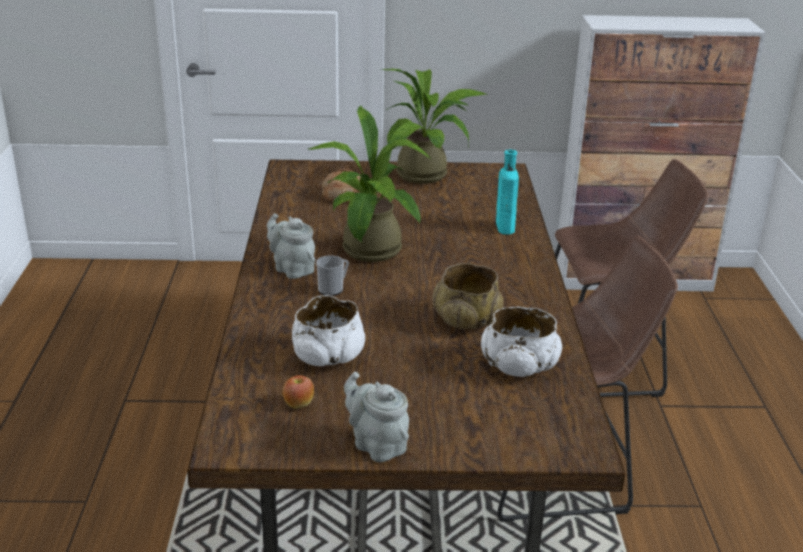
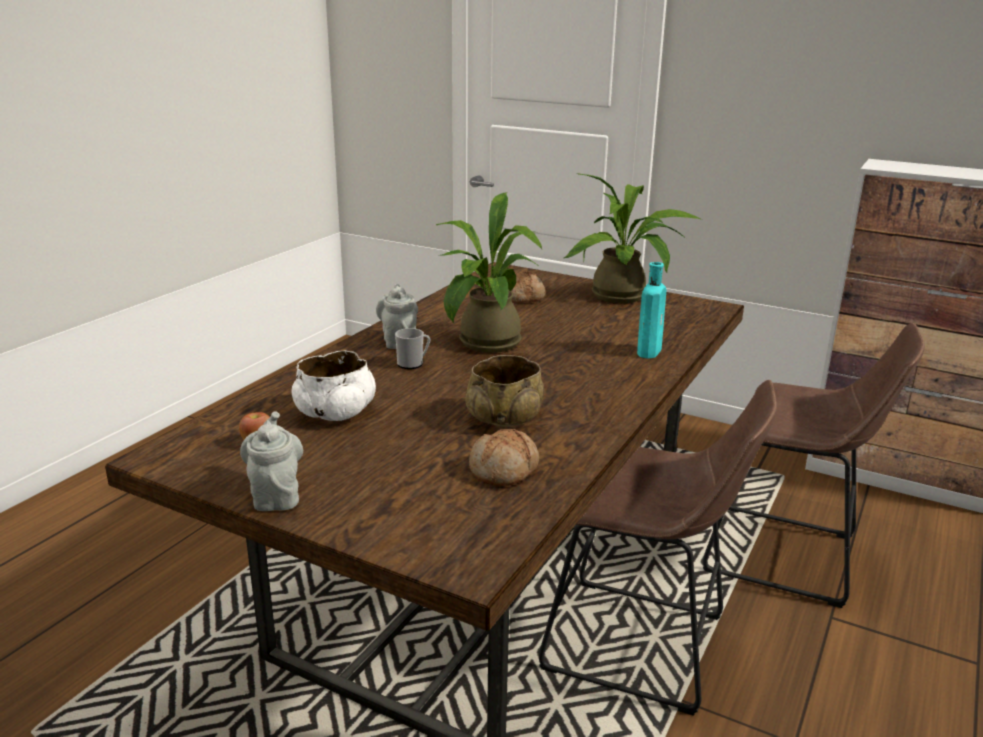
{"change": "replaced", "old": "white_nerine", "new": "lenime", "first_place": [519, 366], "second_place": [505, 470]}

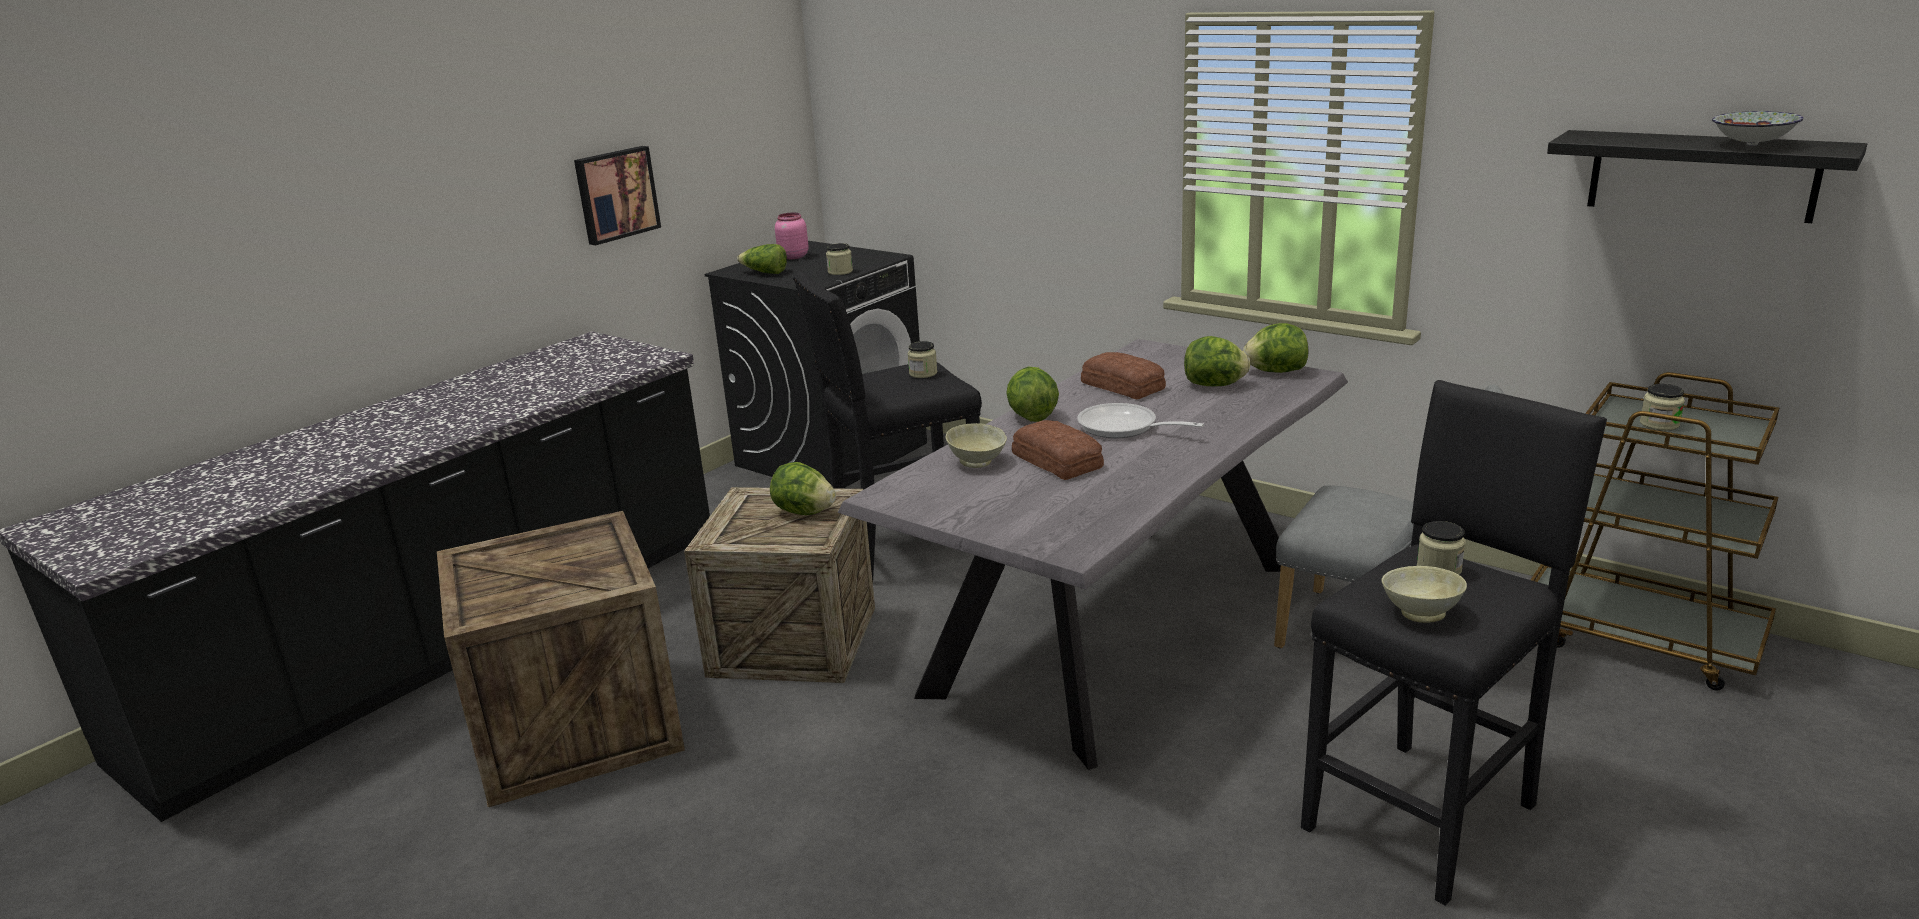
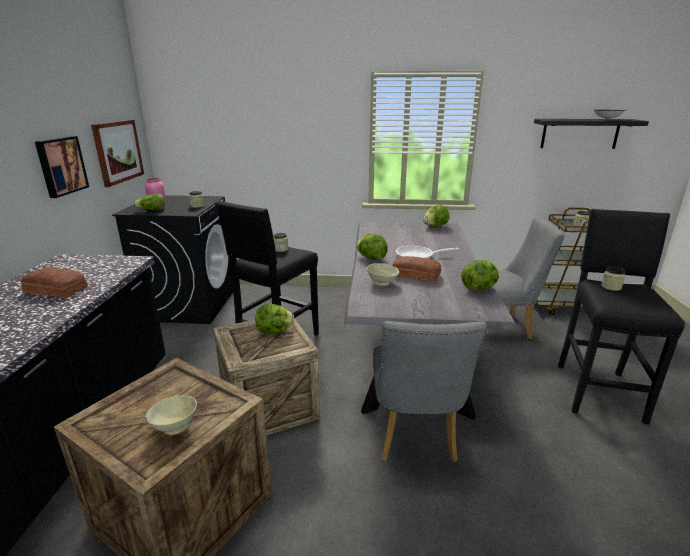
{"change": "added", "new": "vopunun", "second_place": [118, 151]}
{"change": "added", "new": "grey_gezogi", "second_place": [414, 436]}
{"change": "moved", "old": "lenime", "first_place": [1123, 385], "second_place": [56, 289]}
{"change": "moved", "old": "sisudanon", "first_place": [1215, 385], "second_place": [479, 288]}
{"change": "moved", "old": "beige_nerine", "first_place": [1421, 613], "second_place": [175, 426]}

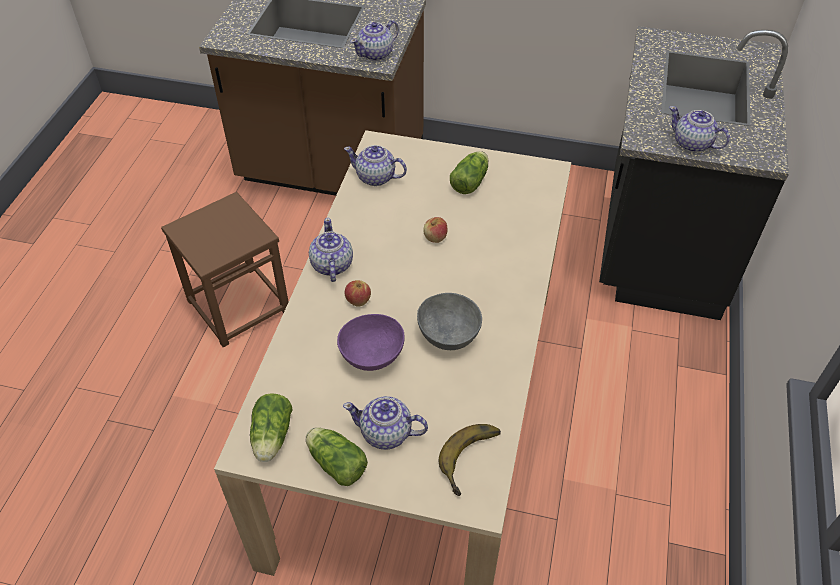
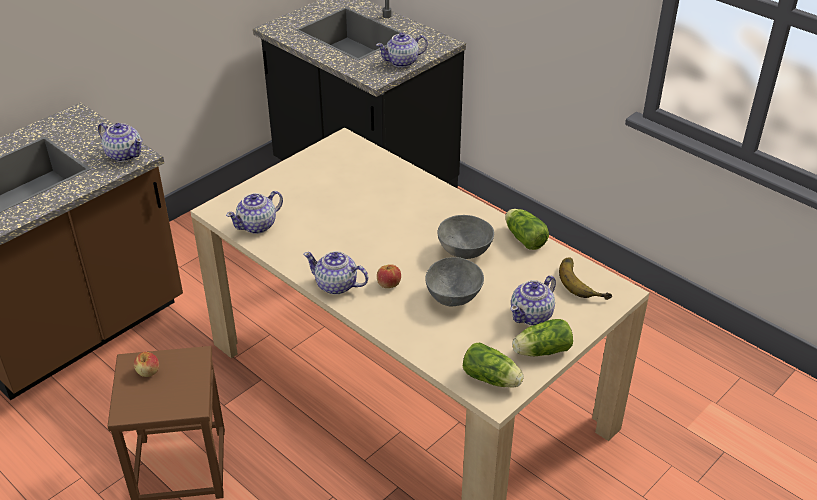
{"change": "moved", "old": "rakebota", "first_place": [435, 237], "second_place": [148, 372]}
{"change": "moved", "old": "sisudanon", "first_place": [471, 181], "second_place": [523, 237]}
{"change": "recoloured", "old": "purple_nerine", "new": "grey_nerine", "first_place": [373, 357], "second_place": [454, 296]}
{"change": "turned", "old": "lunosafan", "first_place": [376, 54], "second_place": [124, 154], "degrees": -45}

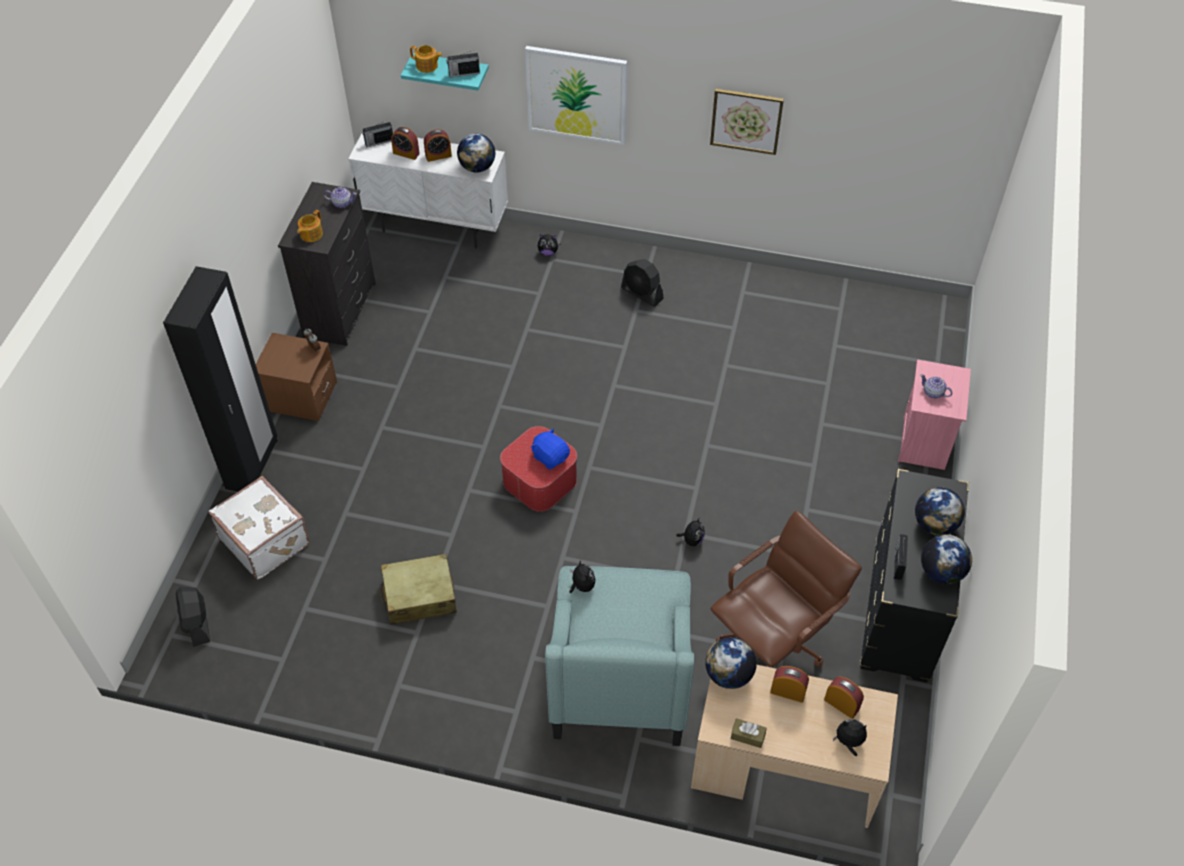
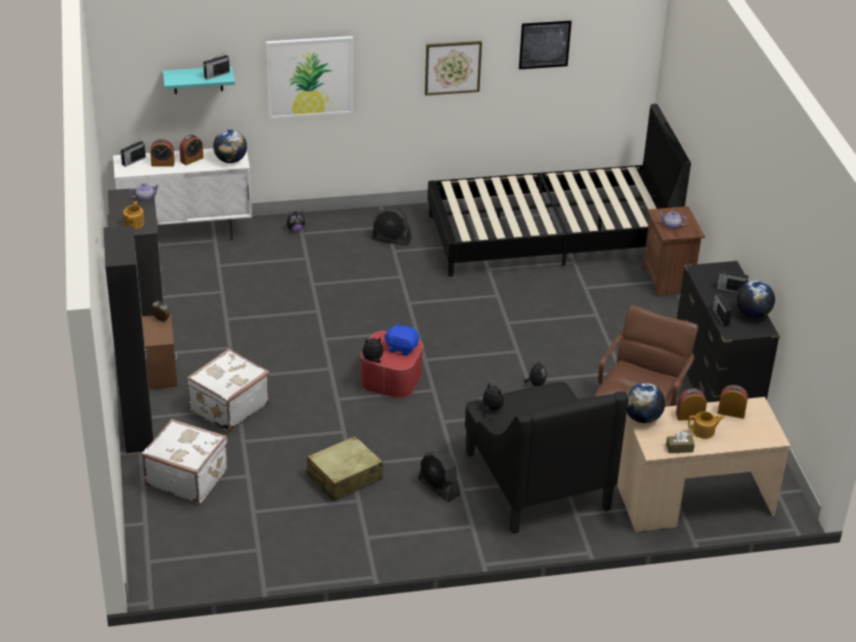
{"change": "added", "new": "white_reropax", "second_place": [228, 407]}
{"change": "added", "new": "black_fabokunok", "second_place": [550, 236]}
{"change": "added", "new": "vopunun", "second_place": [544, 44]}
{"change": "moved", "old": "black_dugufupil", "first_place": [197, 623], "second_place": [439, 487]}
{"change": "moved", "old": "lunosafan", "first_place": [427, 66], "second_place": [704, 431]}
{"change": "moved", "old": "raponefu", "first_place": [849, 742], "second_place": [372, 360]}
{"change": "replaced", "old": "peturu", "new": "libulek", "first_place": [935, 524], "second_place": [730, 289]}
{"change": "recoloured", "old": "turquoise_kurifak", "new": "black_kurifak", "first_place": [620, 673], "second_place": [536, 479]}
{"change": "recoloured", "old": "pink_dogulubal", "new": "brown_dogulubal", "first_place": [925, 443], "second_place": [668, 281]}

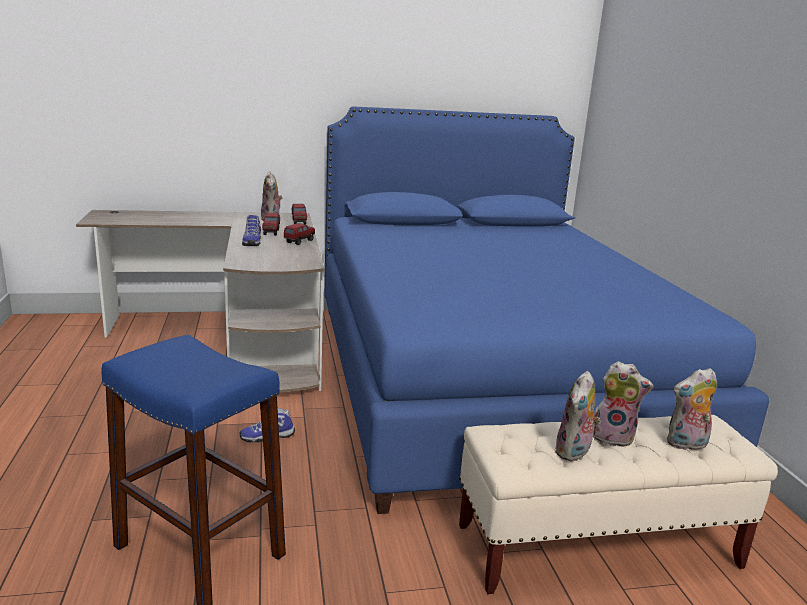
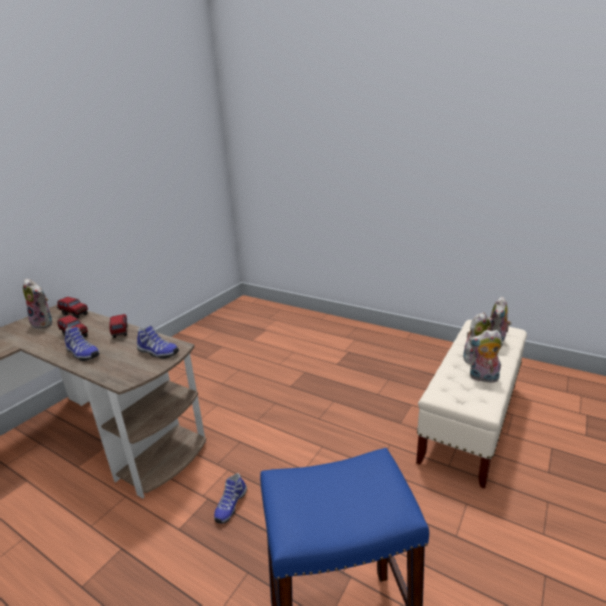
{"change": "removed", "old": "blue_fabokunok", "first_place": [485, 380]}
{"change": "added", "new": "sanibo", "second_place": [157, 352]}
{"change": "turned", "old": "raponefu", "first_place": [574, 453], "second_place": [483, 378], "degrees": 120}

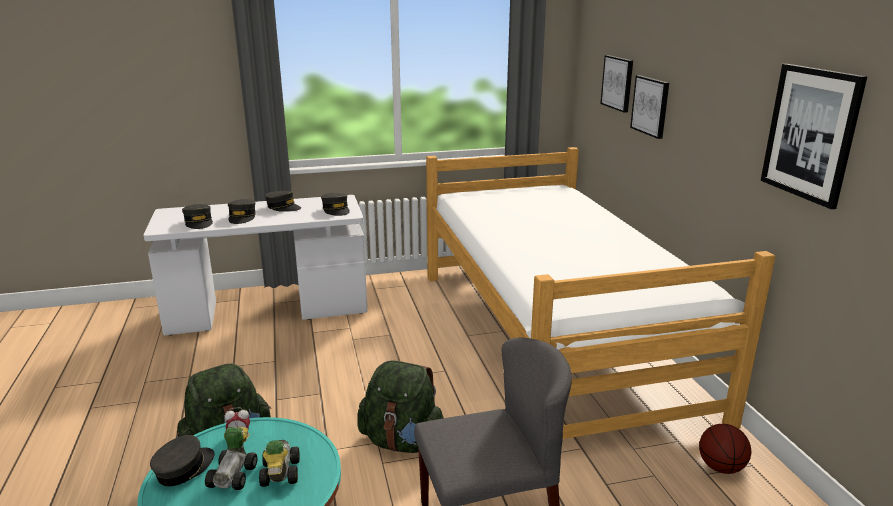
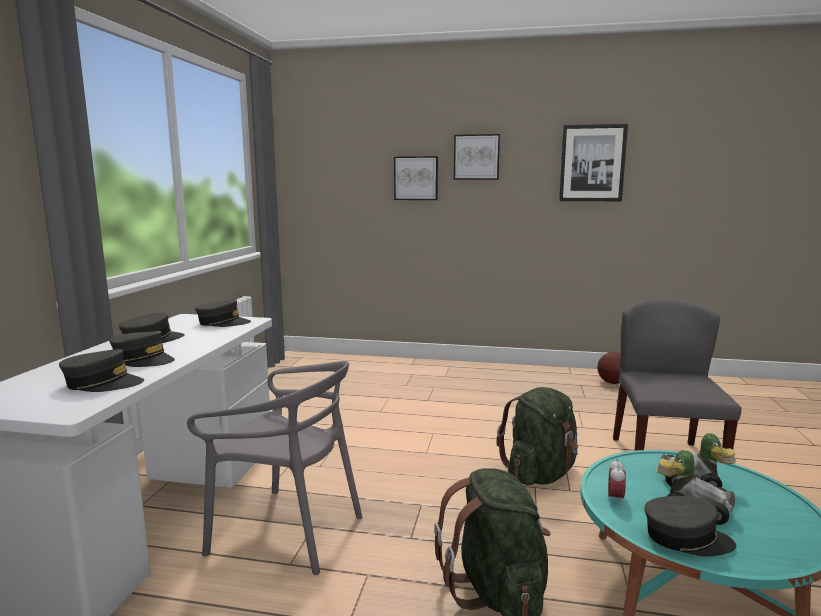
{"change": "removed", "old": "fabokunok", "first_place": [553, 337]}
{"change": "added", "new": "grey_gezogi", "second_place": [287, 531]}
{"change": "moved", "old": "vopunun", "first_place": [618, 83], "second_place": [476, 157]}
{"change": "turned", "old": "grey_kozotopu", "first_place": [184, 468], "second_place": [686, 538], "degrees": 135}

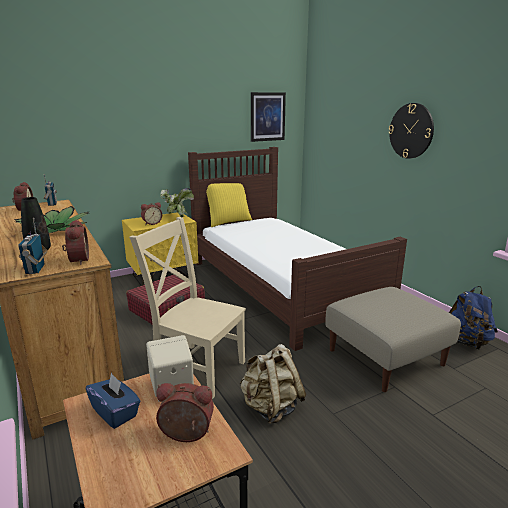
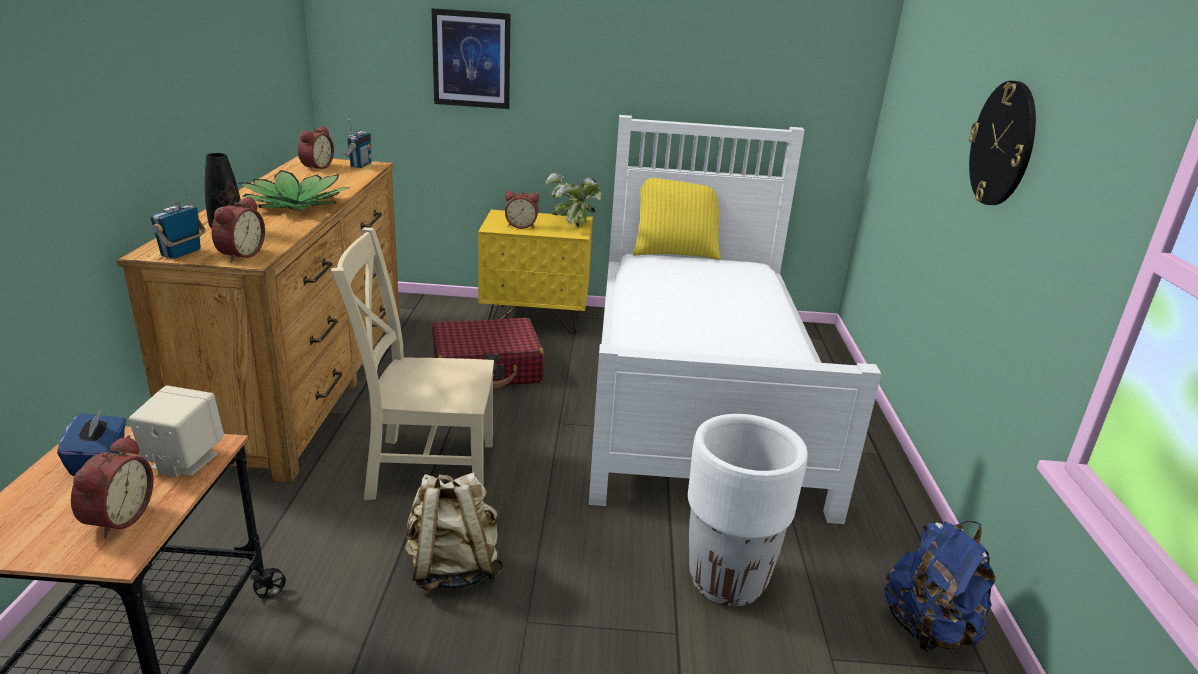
{"change": "moved", "old": "vopunun", "first_place": [267, 117], "second_place": [471, 59]}
{"change": "replaced", "old": "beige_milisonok", "new": "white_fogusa", "first_place": [385, 357], "second_place": [727, 581]}
{"change": "recoloured", "old": "brown_fabokunok", "new": "white_fabokunok", "first_place": [280, 285], "second_place": [698, 392]}
{"change": "turned", "old": "beige_gezogi", "first_place": [196, 368], "second_place": [425, 469], "degrees": -60}
{"change": "turned", "old": "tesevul", "first_place": [186, 435], "second_place": [116, 518], "degrees": 60}

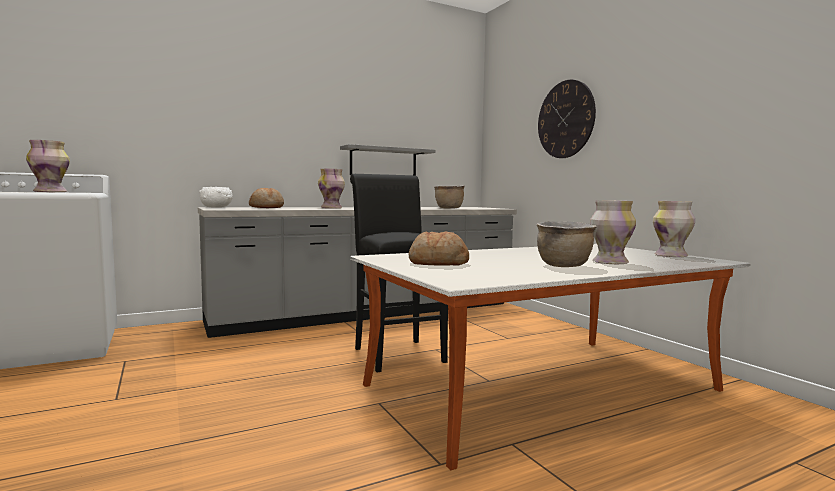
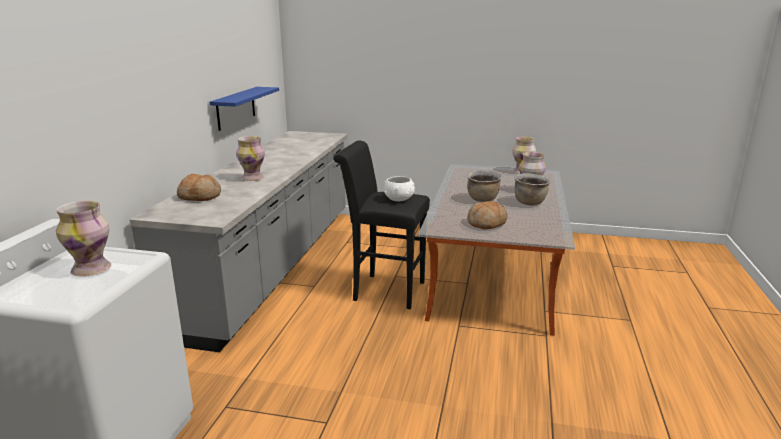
{"change": "removed", "old": "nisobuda", "first_place": [565, 119]}
{"change": "moved", "old": "white_nerine", "first_place": [216, 207], "second_place": [399, 199]}
{"change": "moved", "old": "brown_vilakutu", "first_place": [449, 208], "second_place": [483, 199]}
{"change": "recoloured", "old": "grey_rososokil", "new": "blue_rososokil", "first_place": [383, 162], "second_place": [236, 108]}

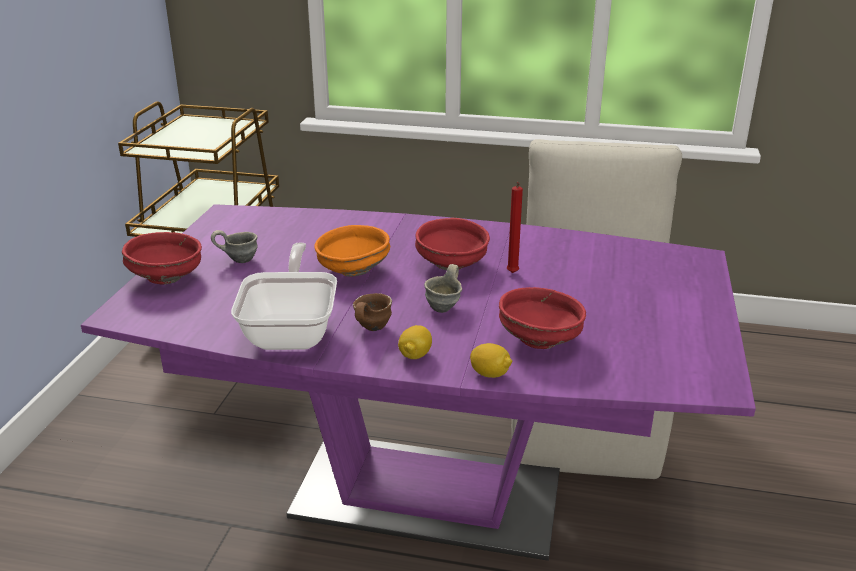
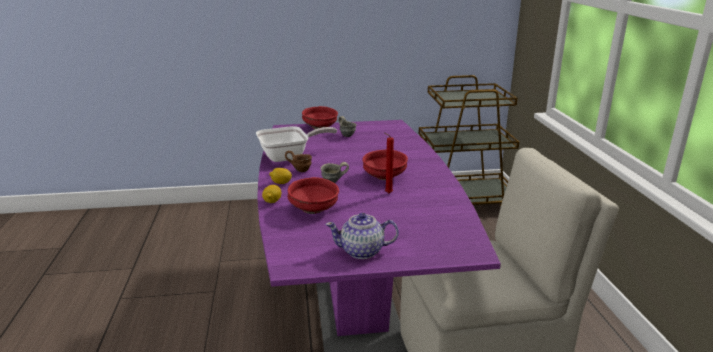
{"change": "removed", "old": "orange_nerine", "first_place": [352, 270]}
{"change": "added", "new": "lunosafan", "second_place": [362, 251]}

